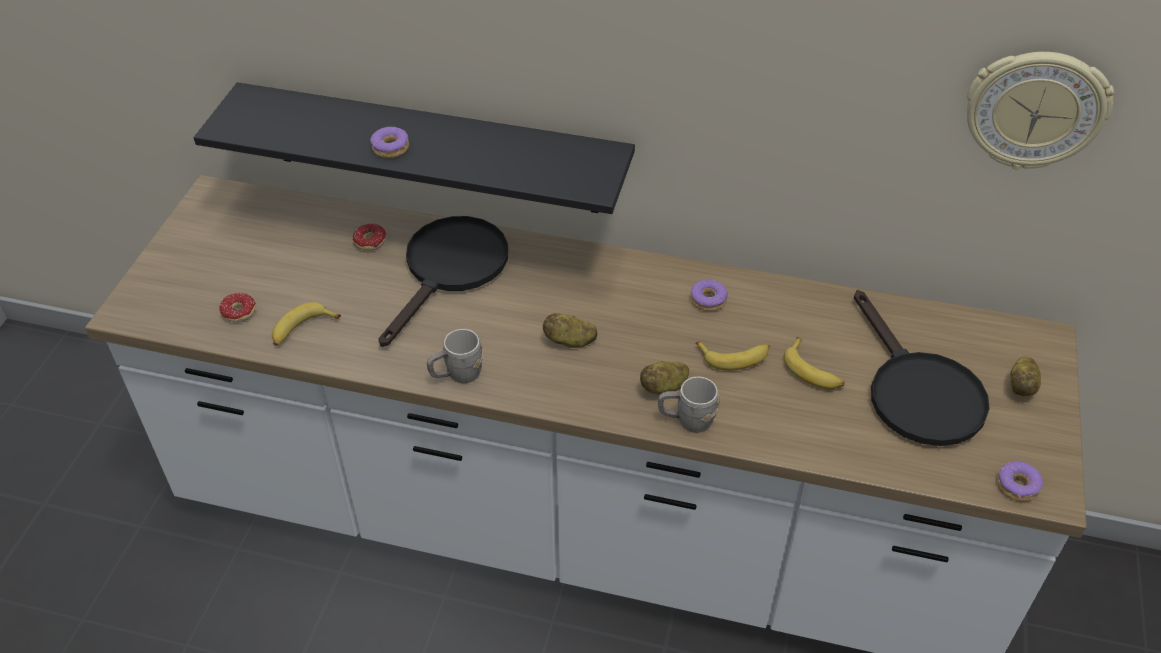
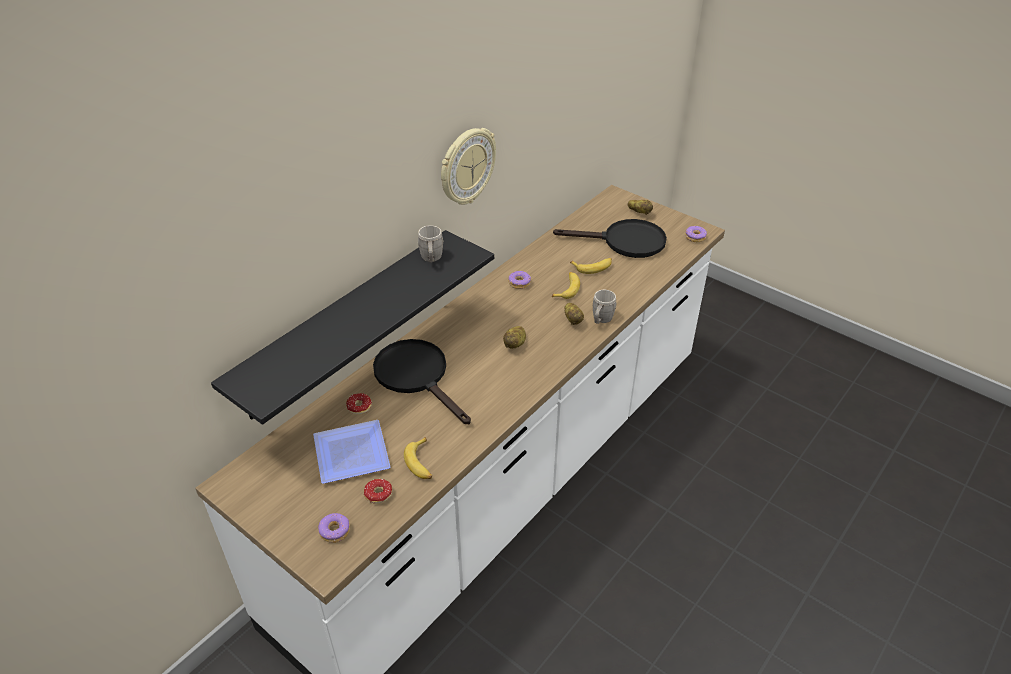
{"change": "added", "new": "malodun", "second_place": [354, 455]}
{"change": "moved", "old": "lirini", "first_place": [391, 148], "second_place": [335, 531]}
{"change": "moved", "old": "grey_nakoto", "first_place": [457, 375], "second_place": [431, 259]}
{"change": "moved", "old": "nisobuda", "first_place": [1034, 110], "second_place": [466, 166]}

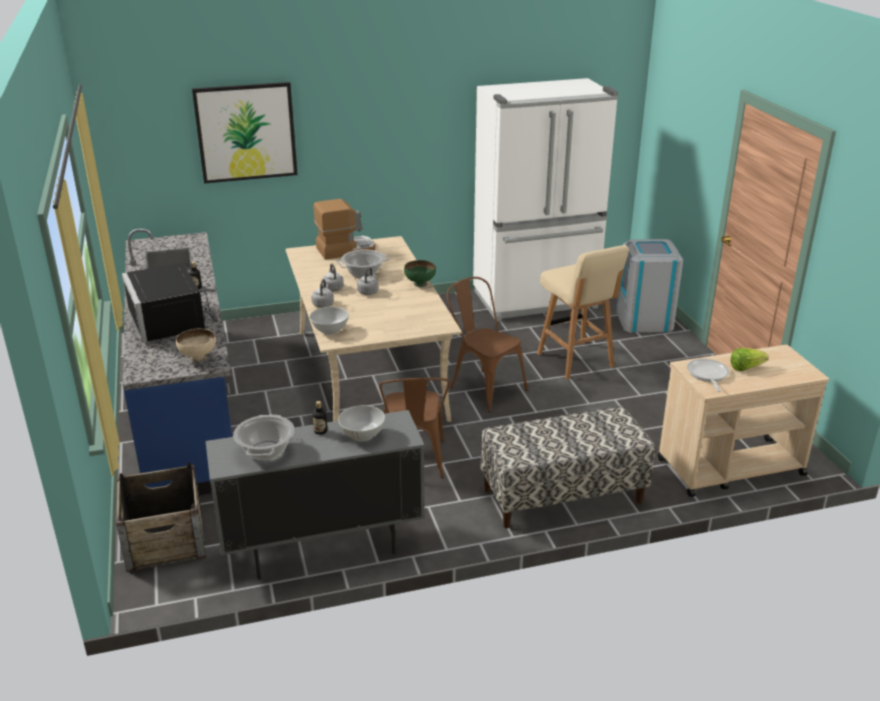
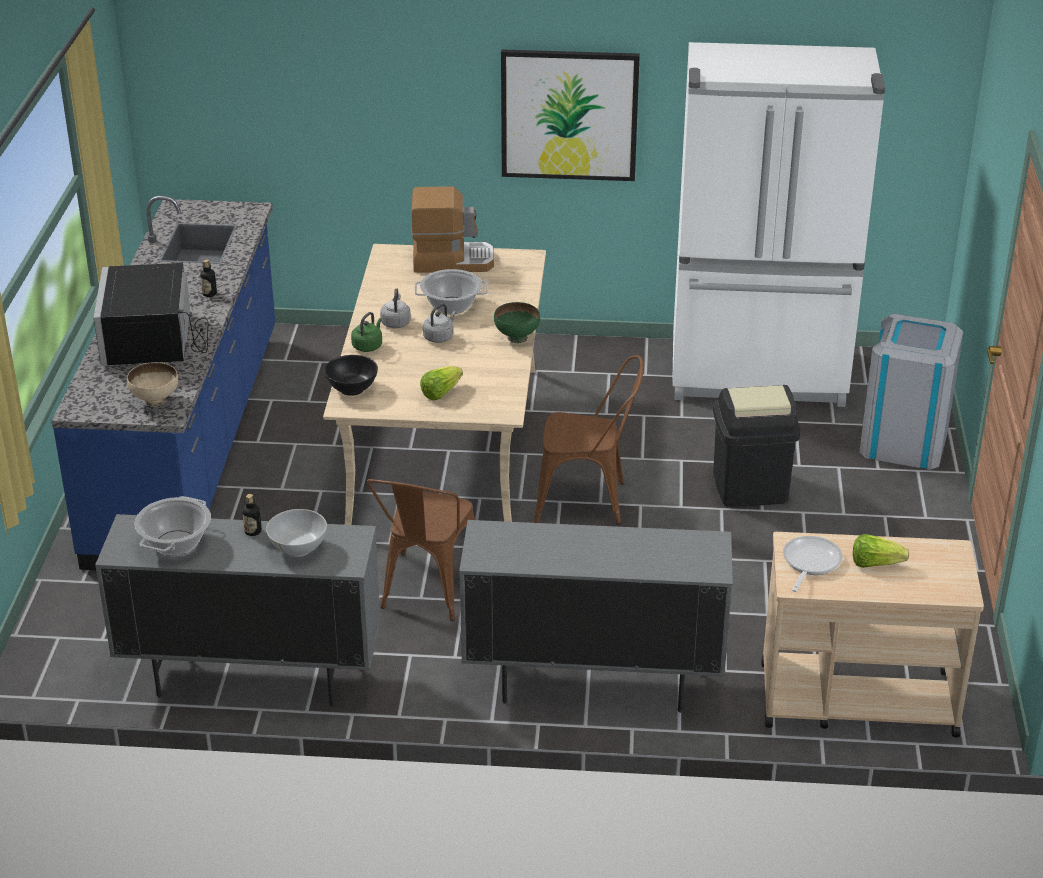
{"change": "removed", "old": "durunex", "first_place": [165, 539]}
{"change": "added", "new": "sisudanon", "second_place": [440, 392]}
{"change": "moved", "old": "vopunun", "first_place": [246, 132], "second_place": [569, 115]}
{"change": "replaced", "old": "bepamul", "new": "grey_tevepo", "first_place": [562, 496], "second_place": [592, 683]}
{"change": "replaced", "old": "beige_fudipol", "new": "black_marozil", "first_place": [576, 361], "second_place": [750, 488]}
{"change": "recoloured", "old": "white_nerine", "new": "black_nerine", "first_place": [329, 330], "second_place": [351, 389]}
{"change": "recoloured", "old": "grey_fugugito", "new": "green_fugugito", "first_place": [323, 304], "second_place": [368, 346]}
{"change": "turned", "old": "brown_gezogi", "first_place": [483, 387], "second_place": [588, 501], "degrees": 120}

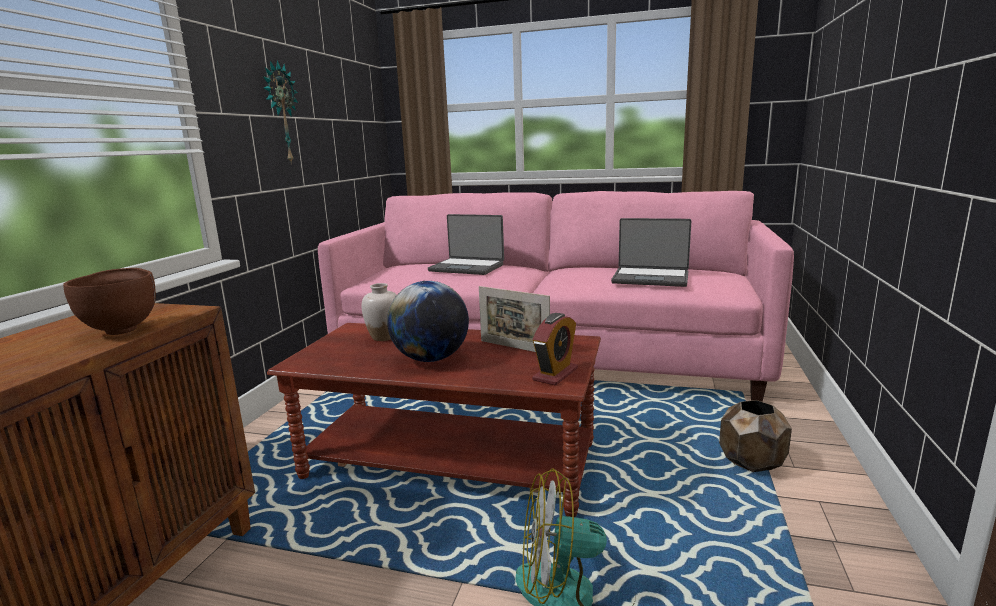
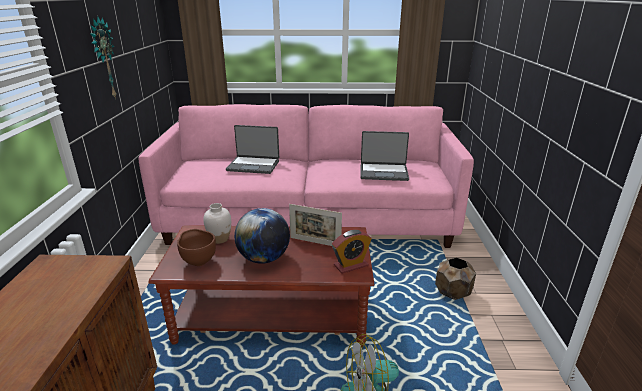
{"change": "moved", "old": "brown_nerine", "first_place": [123, 329], "second_place": [198, 261]}
{"change": "turned", "old": "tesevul", "first_place": [555, 374], "second_place": [351, 265], "degrees": 45}

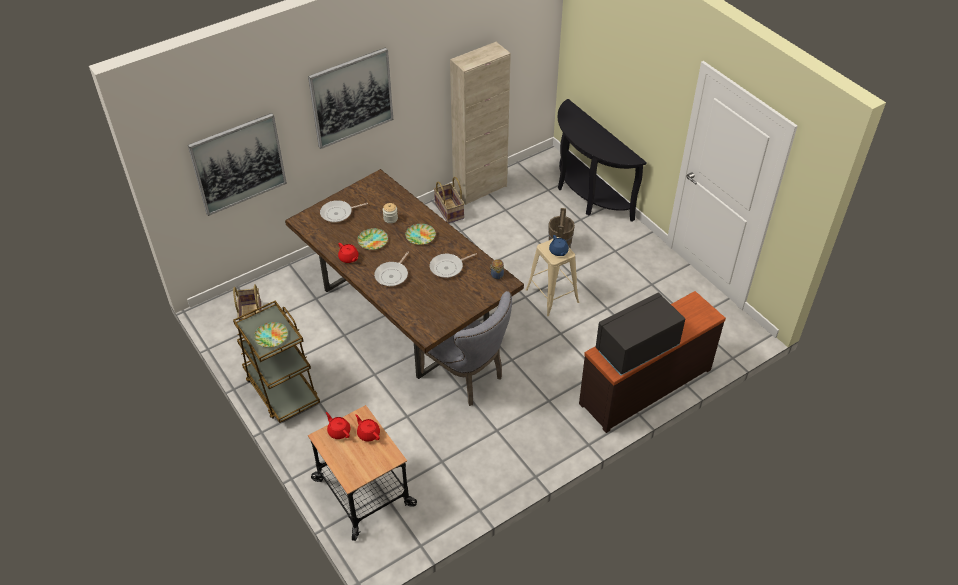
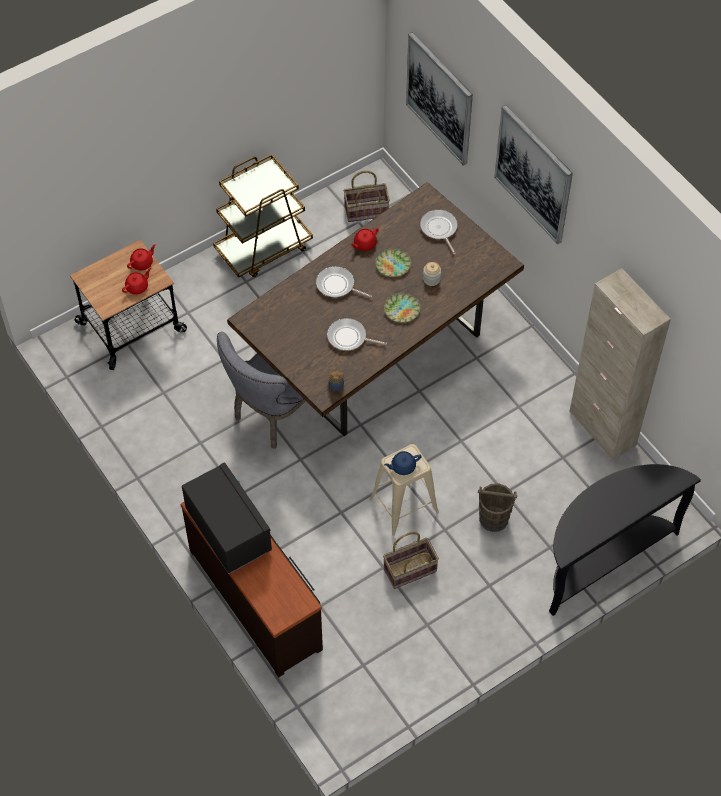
{"change": "removed", "old": "malodun", "first_place": [271, 337]}
{"change": "moved", "old": "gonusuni", "first_place": [450, 211], "second_place": [410, 571]}
{"change": "turned", "old": "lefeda", "first_place": [448, 267], "second_place": [349, 338], "degrees": -45}

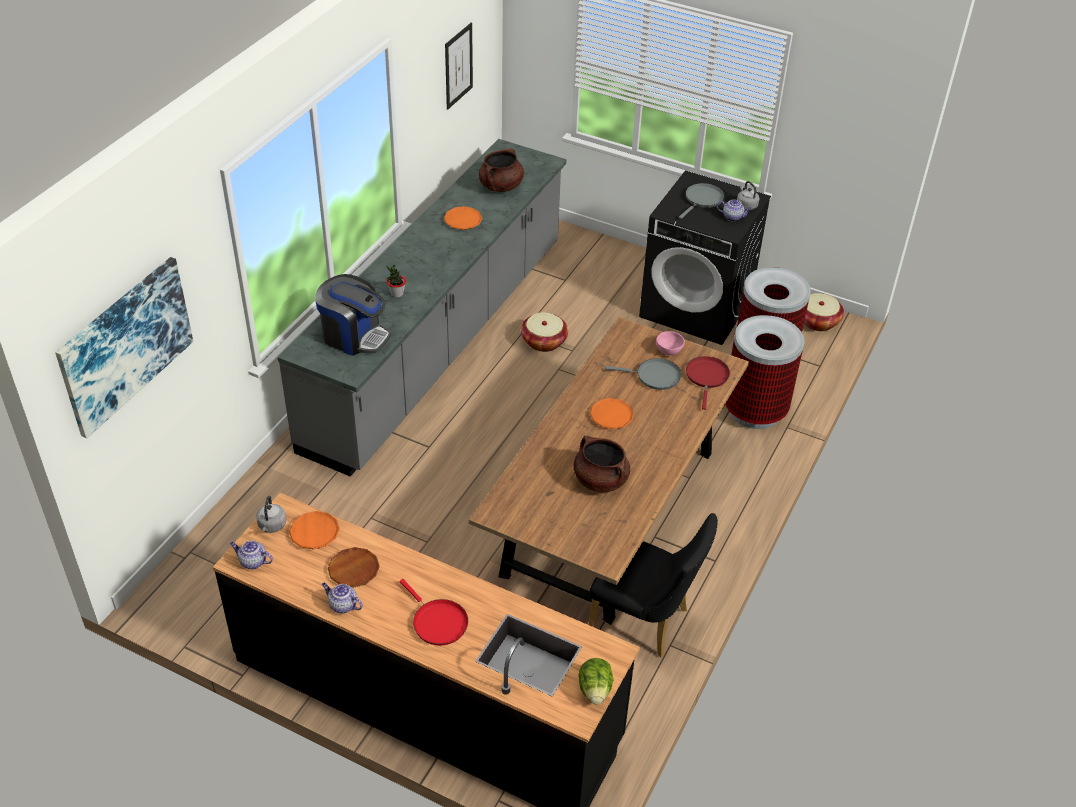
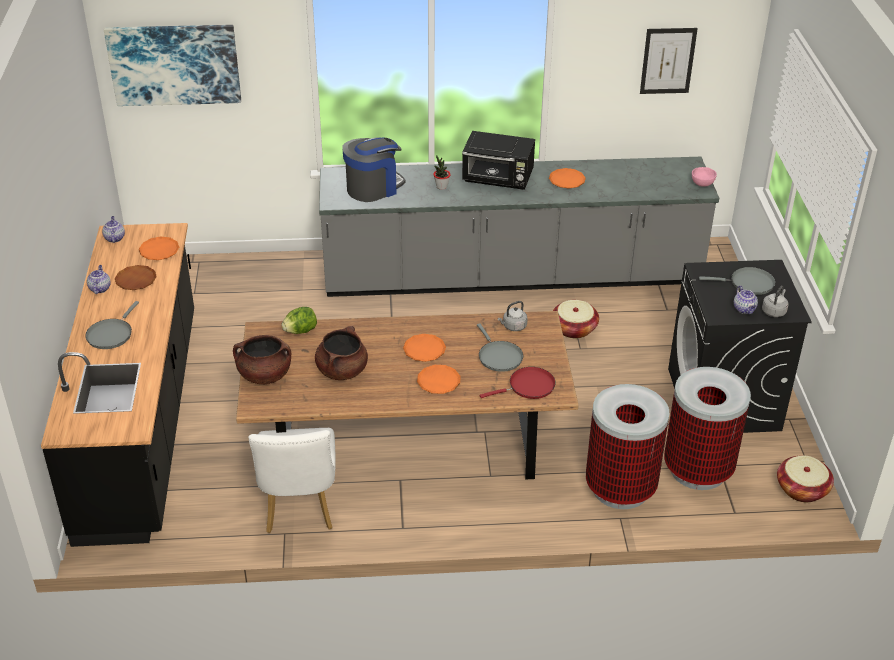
{"change": "added", "new": "orange_malodun", "second_place": [438, 382]}
{"change": "added", "new": "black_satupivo", "second_place": [498, 179]}
{"change": "moved", "old": "grey_fugugito", "first_place": [272, 526], "second_place": [513, 327]}
{"change": "moved", "old": "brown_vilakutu", "first_place": [501, 186], "second_place": [264, 375]}
{"change": "moved", "old": "sisudanon", "first_place": [595, 690], "second_place": [300, 331]}
{"change": "moved", "old": "pink_nerine", "first_place": [669, 350], "second_place": [702, 184]}
{"change": "recoloured", "old": "red_lefeda", "new": "grey_lefeda", "first_place": [437, 622], "second_place": [111, 334]}
{"change": "recoloured", "old": "black_gezogi", "new": "white_gezogi", "first_place": [646, 622], "second_place": [299, 509]}
{"change": "turned", "old": "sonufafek", "first_place": [354, 336], "second_place": [373, 188], "degrees": -120}

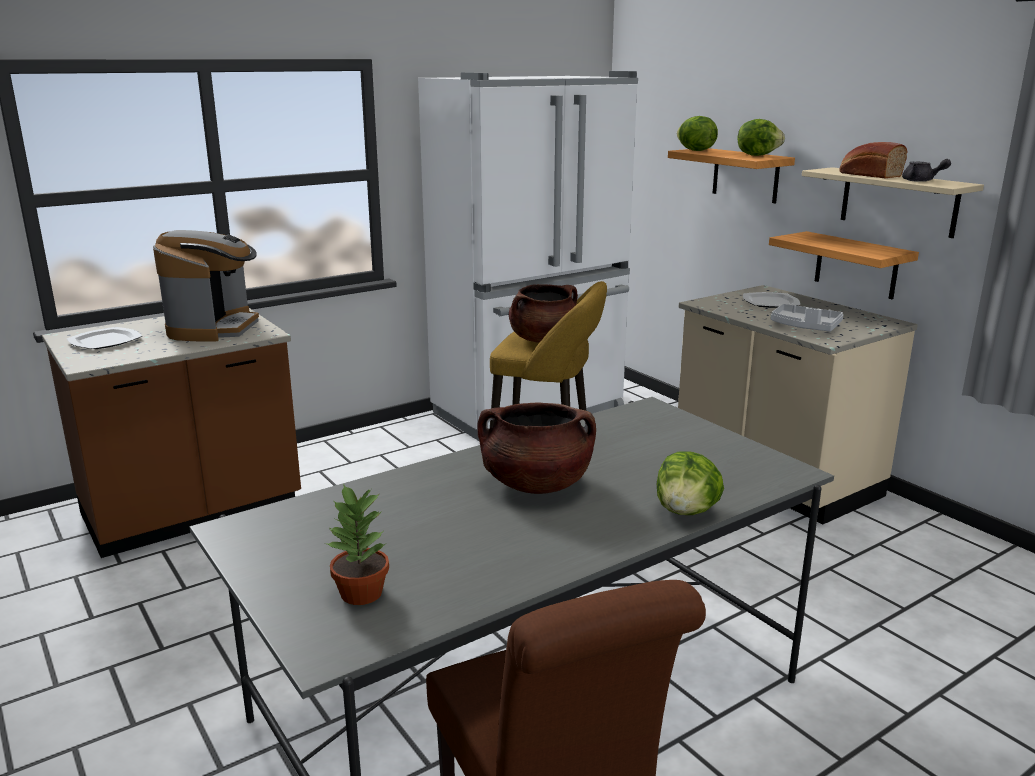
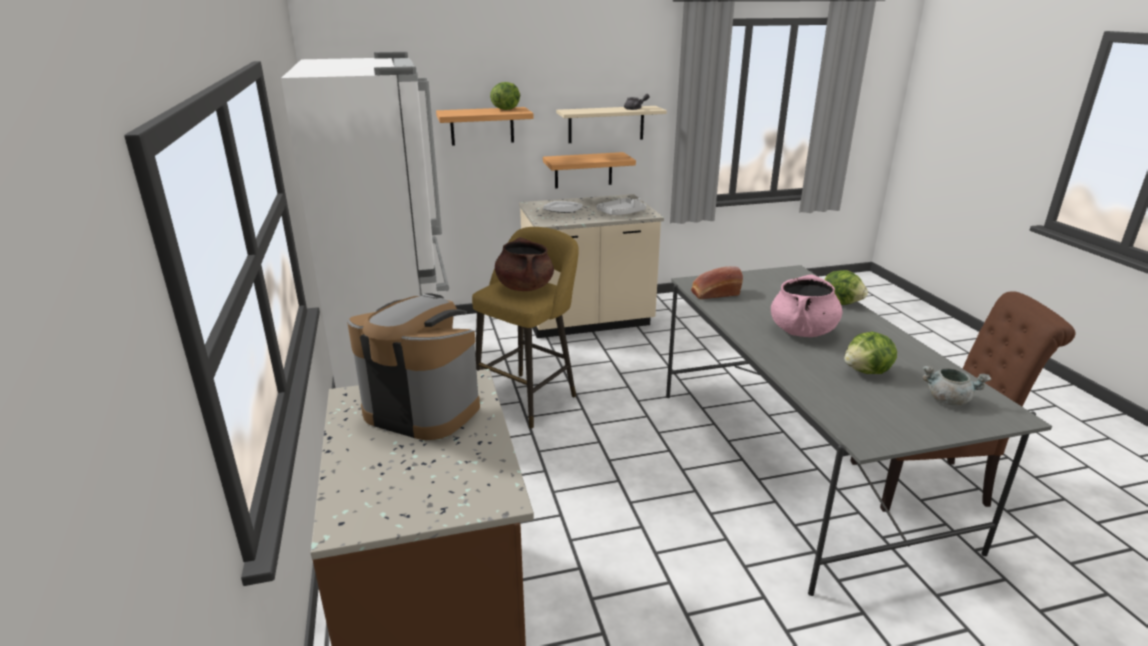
{"change": "removed", "old": "malodun", "first_place": [105, 341]}
{"change": "moved", "old": "sisudanon", "first_place": [695, 151], "second_place": [867, 372]}
{"change": "moved", "old": "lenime", "first_place": [868, 175], "second_place": [714, 294]}
{"change": "replaced", "old": "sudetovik", "new": "grey_vilakutu", "first_place": [361, 594], "second_place": [947, 399]}
{"change": "recoloured", "old": "brown_vilakutu", "new": "pink_vilakutu", "first_place": [536, 484], "second_place": [802, 331]}

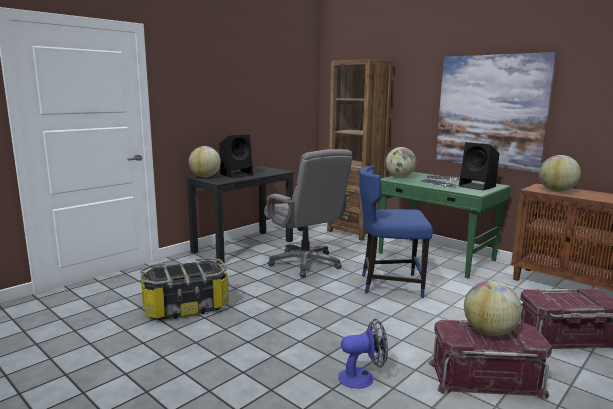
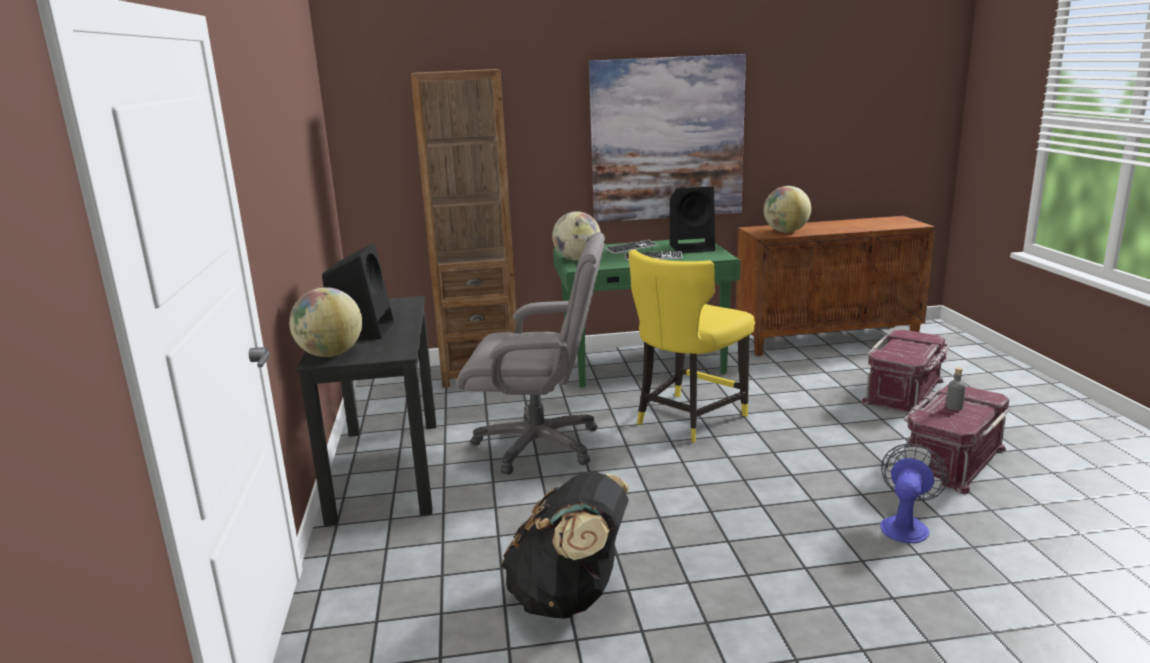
{"change": "replaced", "old": "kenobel", "new": "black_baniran", "first_place": [186, 307], "second_place": [570, 598]}
{"change": "replaced", "old": "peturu", "new": "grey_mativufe", "first_place": [489, 332], "second_place": [954, 407]}
{"change": "recoloured", "old": "blue_gezogi", "new": "yellow_gezogi", "first_place": [389, 284], "second_place": [687, 419]}

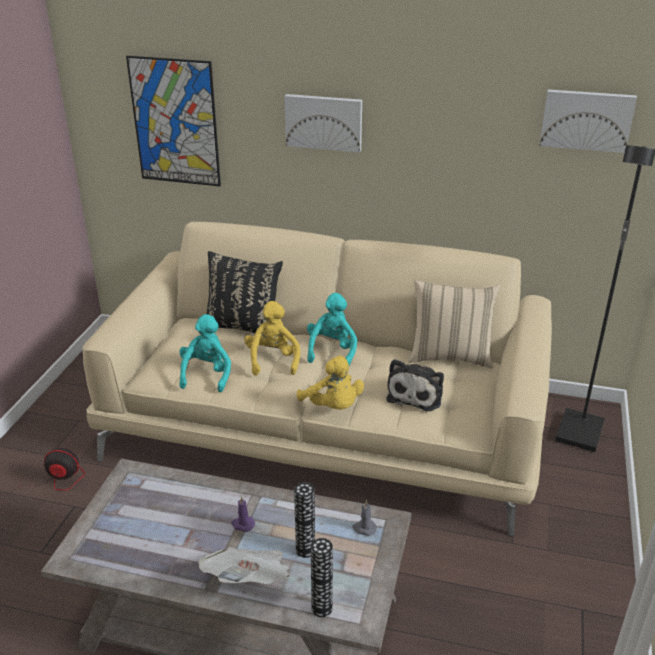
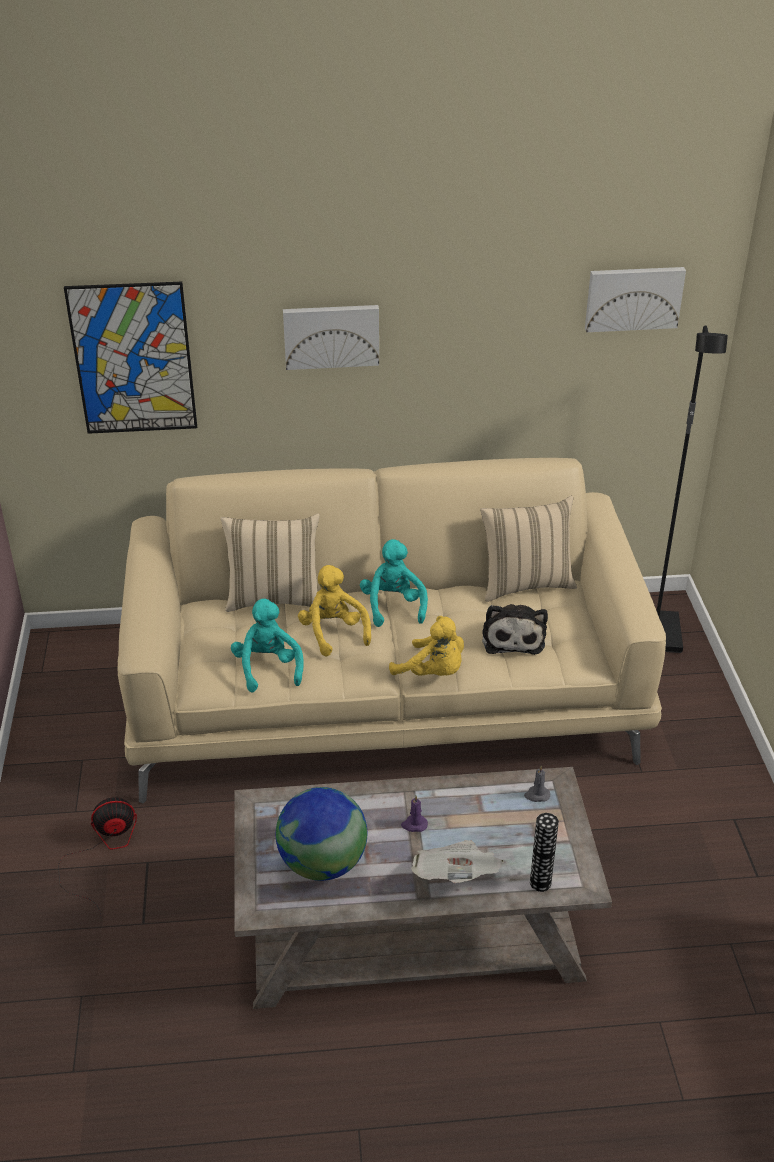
{"change": "removed", "old": "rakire", "first_place": [305, 550]}
{"change": "added", "new": "peturu", "second_place": [323, 863]}
{"change": "recoloured", "old": "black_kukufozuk", "new": "beige_kukufozuk", "first_place": [244, 327], "second_place": [274, 598]}

